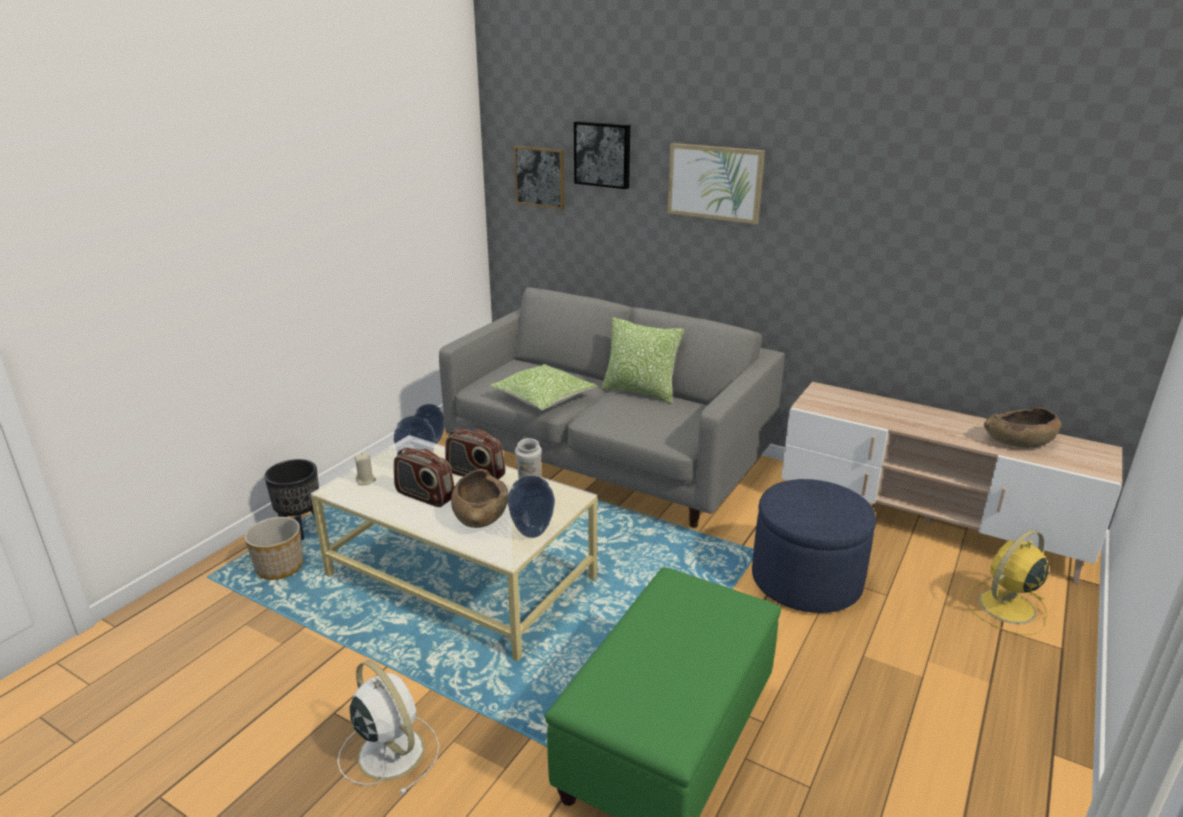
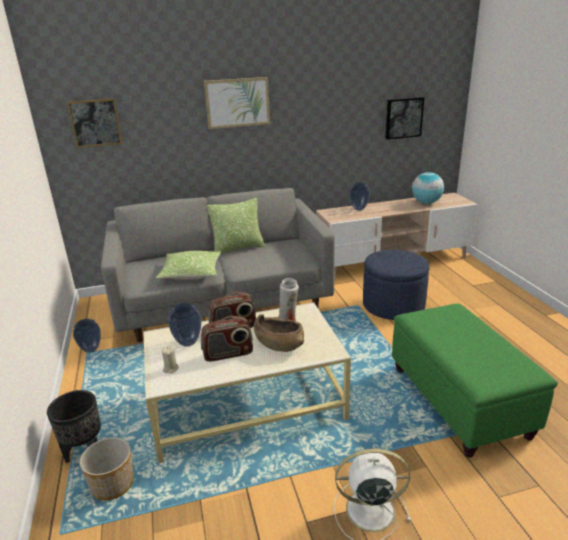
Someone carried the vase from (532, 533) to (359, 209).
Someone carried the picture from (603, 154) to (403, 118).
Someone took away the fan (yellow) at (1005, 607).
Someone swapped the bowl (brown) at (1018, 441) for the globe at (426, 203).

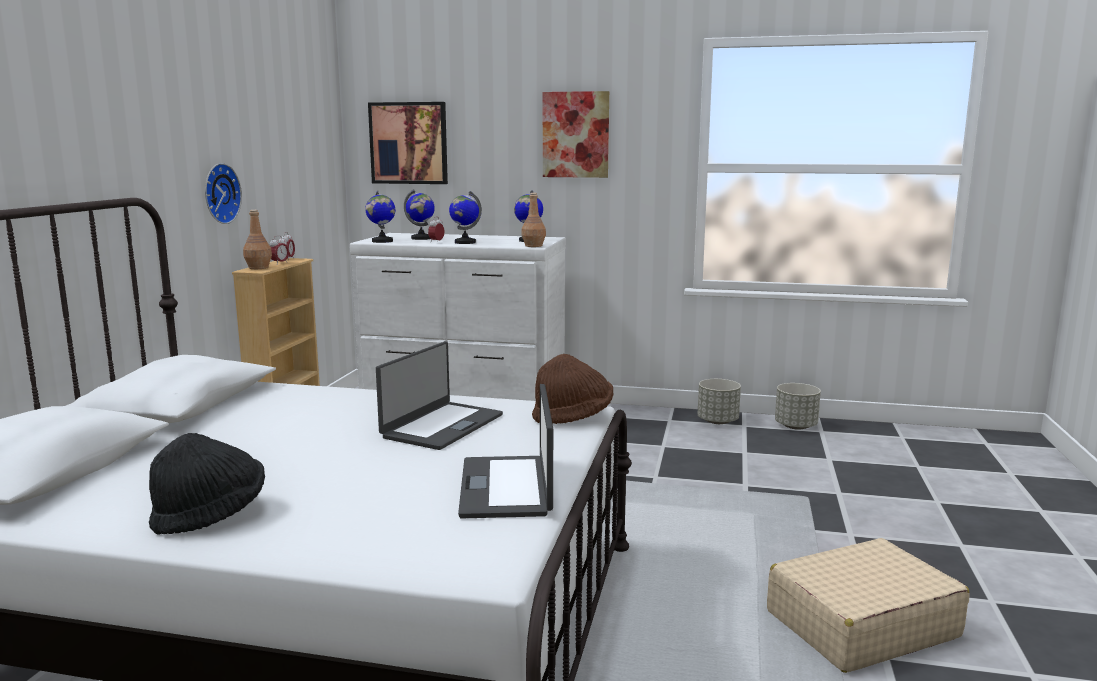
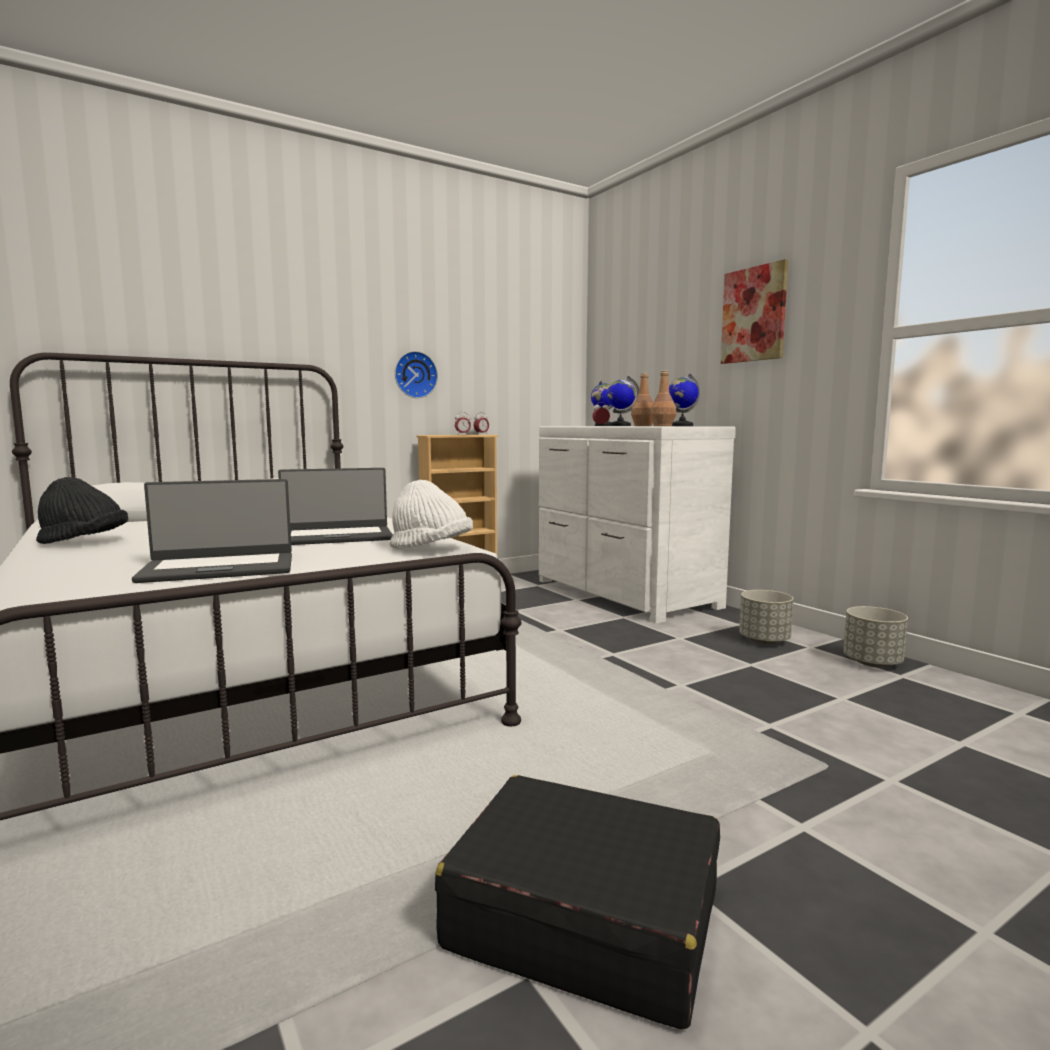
Someone carried the bottle (brown) from (258, 268) to (642, 426).
Someone took away the globe at (382, 241).
Someone took away the picture at (409, 143).
Someone rotated the laptop at (507, 487) by 150 degrees counterclockwise.
Someone repainted the hat (brown) at (573, 417), which became the hat (white) at (431, 550).
Someone repainted the suitcase (beige) at (860, 624), which became the suitcase (black) at (583, 918).
Someone carried the planter (grey) from (795, 426) to (764, 640).

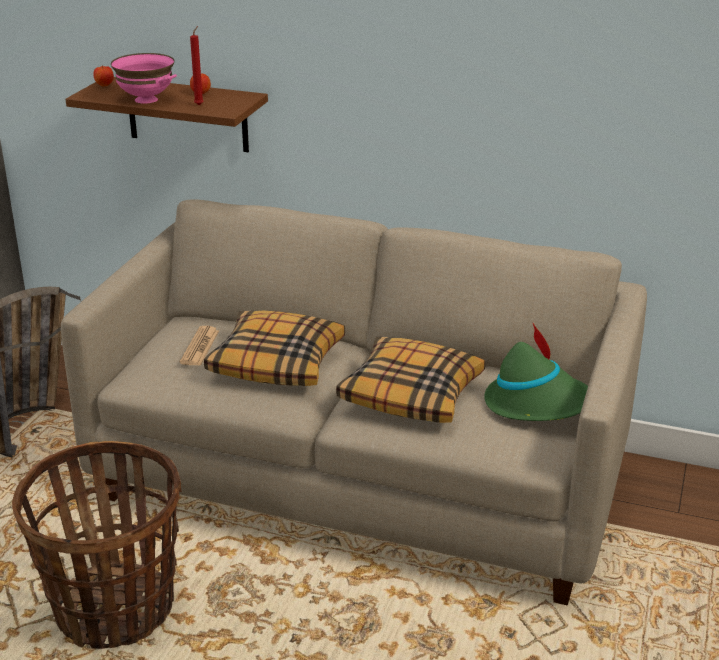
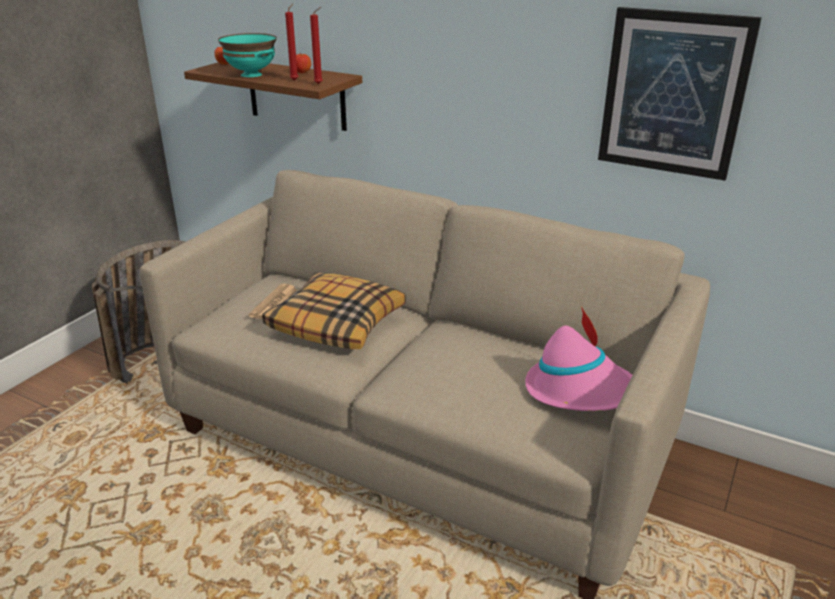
Someone took away the basket at (115, 609).
Someone repainted the bowl (pink) at (147, 99), which became the bowl (turquoise) at (252, 75).
Someone took away the pillow at (412, 393).
Someone repainted the hat (green) at (537, 403), which became the hat (pink) at (579, 390).
Someone put down the candle (red) at (319, 84).
Someone put up the picture at (673, 93).

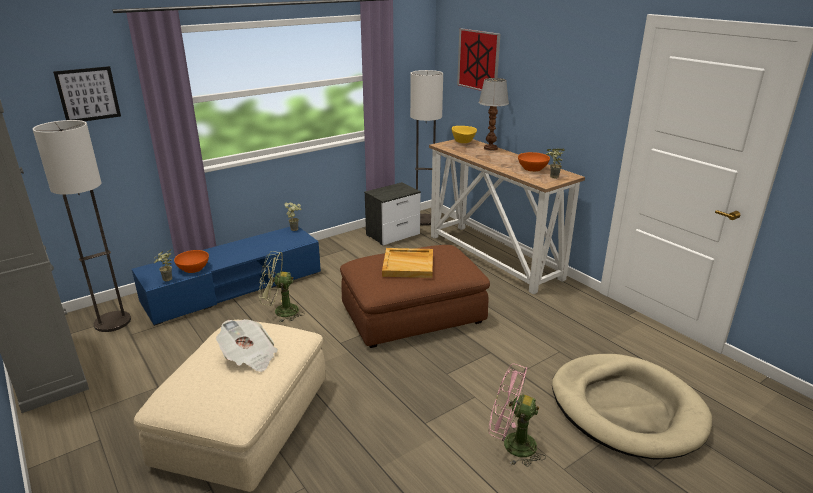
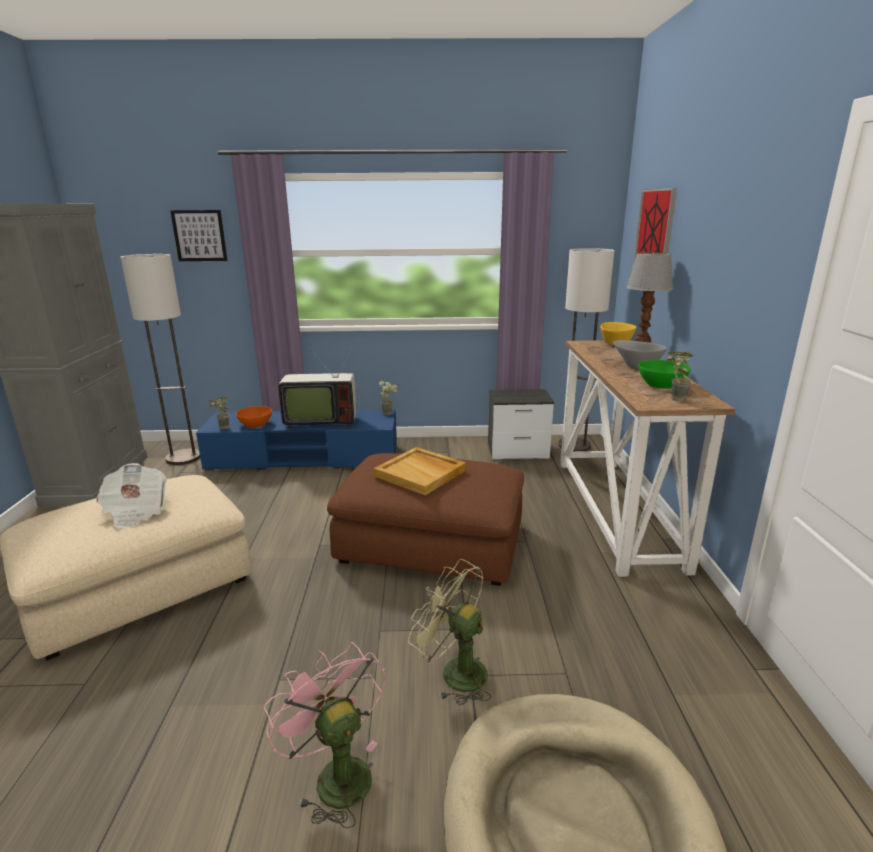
Someone carried the fan (green) from (280, 311) to (454, 671).
Someone repainted the bowl (orange) at (532, 168), which became the bowl (green) at (662, 384).
Someone put down the television at (320, 421).
Someone put down the bowl (grey) at (636, 366).

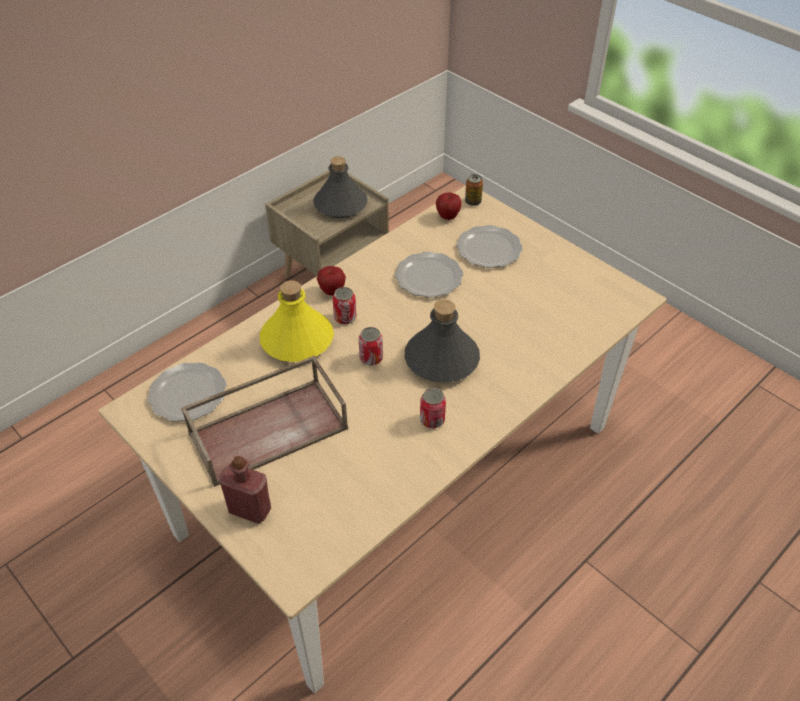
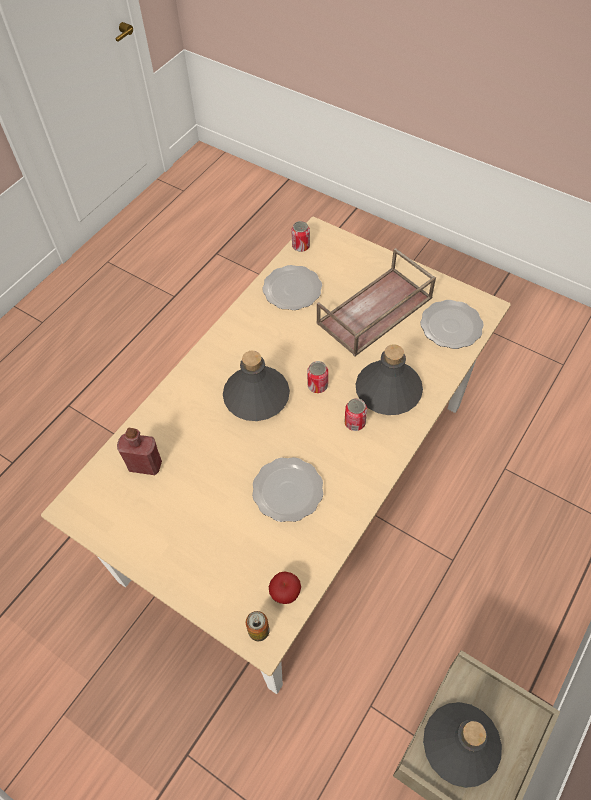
Someone carried the bottle (red) from (250, 509) to (145, 465).
Someone repainted the bottle (yellow) at (297, 339), which became the bottle (grey) at (388, 391).
Someone took away the apple at (332, 291).
Someone carried the can from (432, 420) to (301, 246).
Someone carried the plate from (489, 249) to (291, 289).

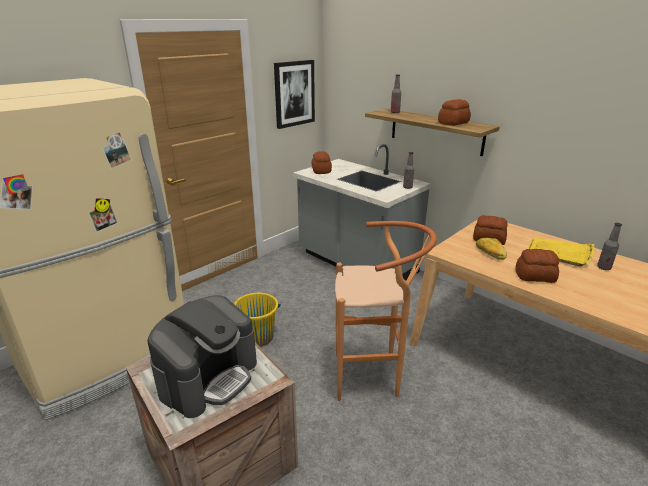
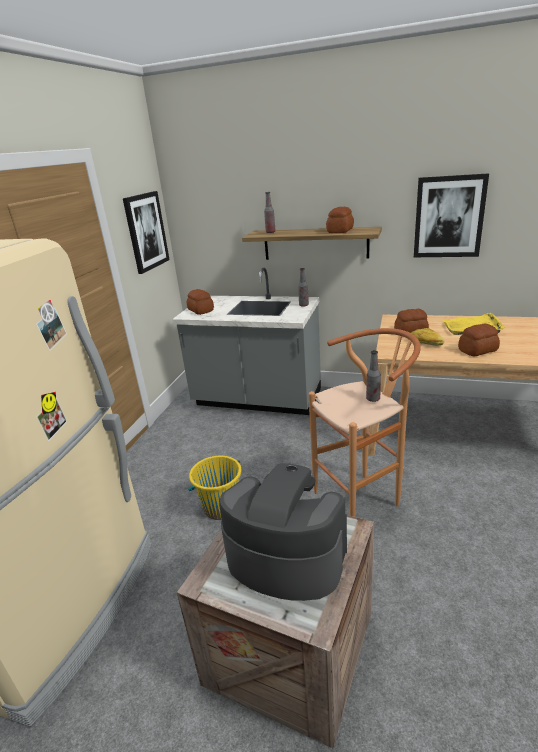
Someone rotated the coffee machine at (209, 377) by 75 degrees counterclockwise.
Someone carried the bottle from (603, 268) to (373, 399).
Someone put up the picture at (449, 217).

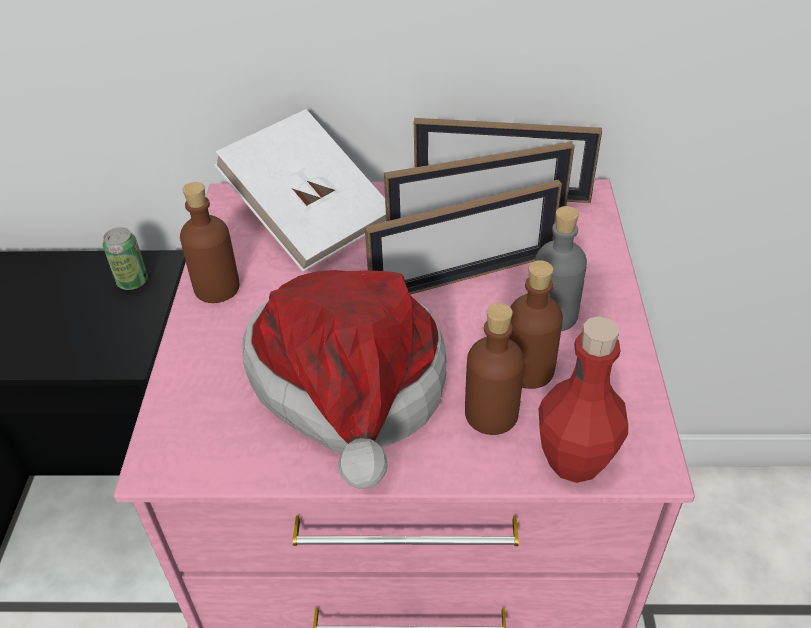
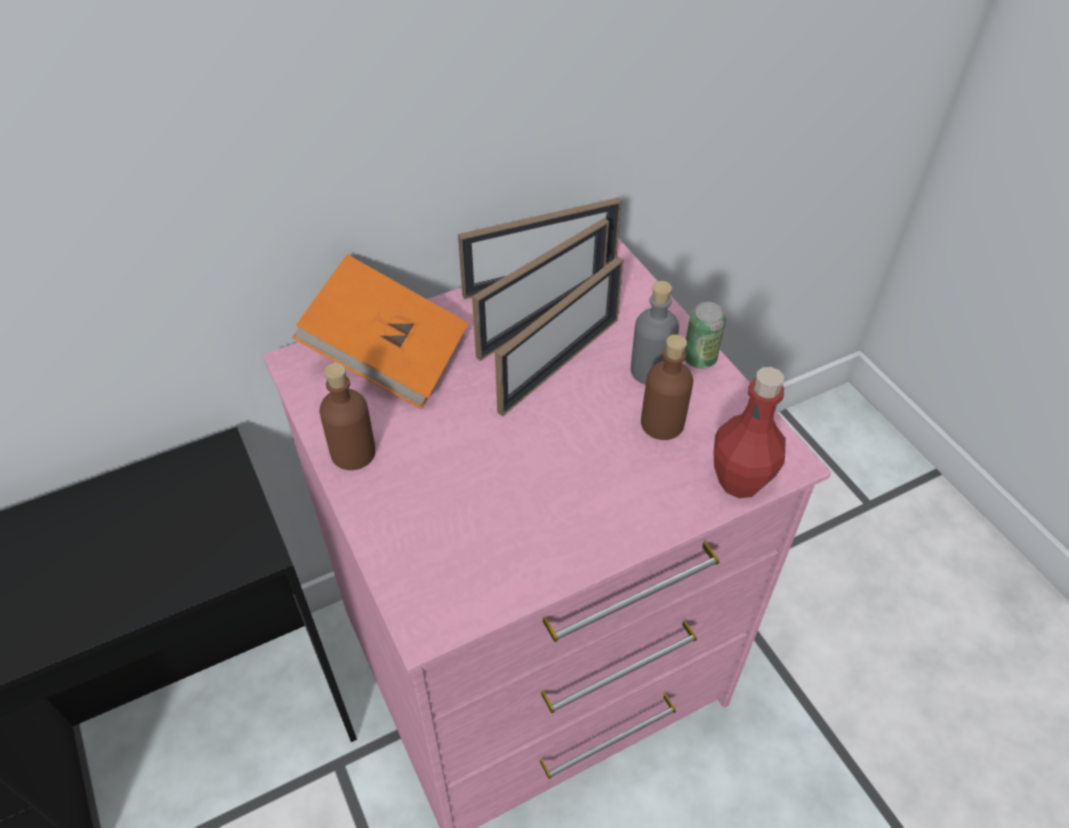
Someone carried the can from (132, 281) to (699, 359).
Someone repainted the book (white) at (310, 218), which became the book (orange) at (388, 356).
Someone took away the hat at (351, 396).
Someone took away the bottle (brown) at (491, 414).

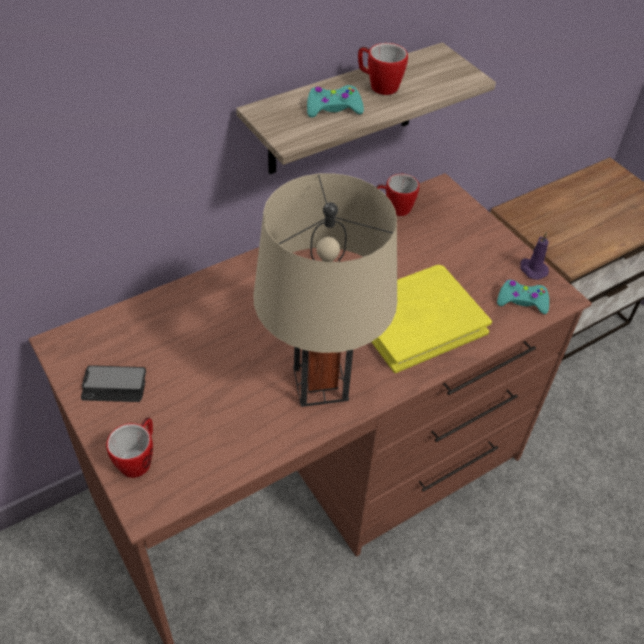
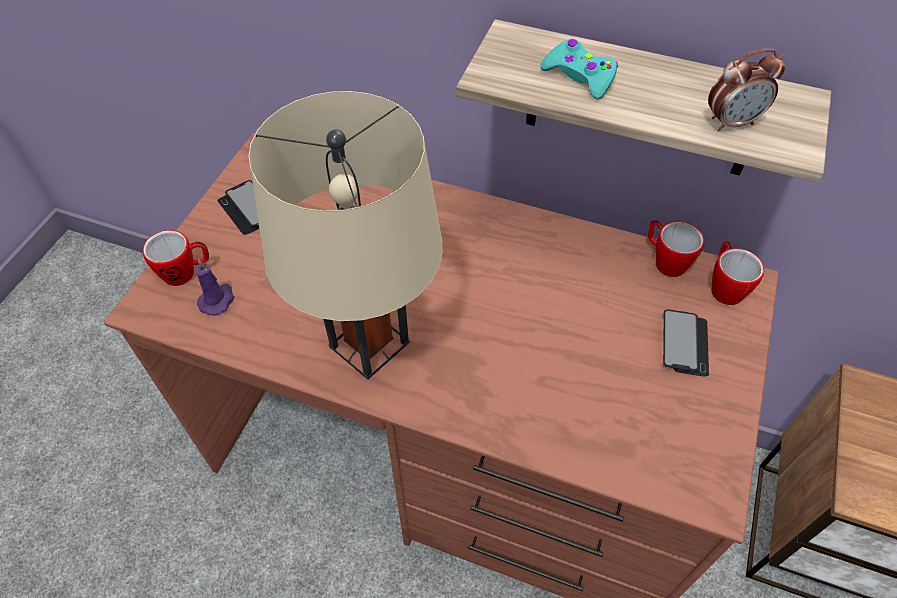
Someone carried the mug from (378, 85) to (724, 286).
Someone took away the book (yellow) at (416, 320).
Someone took away the game controller (turquoise) at (522, 301).
Someone carried the candle (purple) from (532, 269) to (217, 300).
Someone put down the phone at (684, 344).
Someone put down the alarm clock at (732, 122).

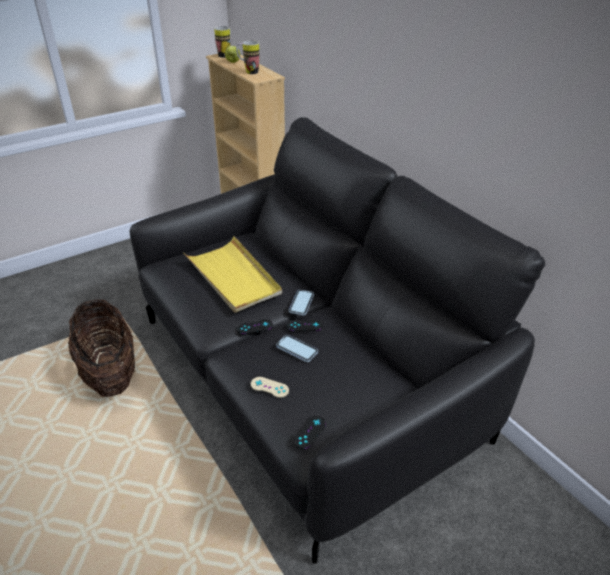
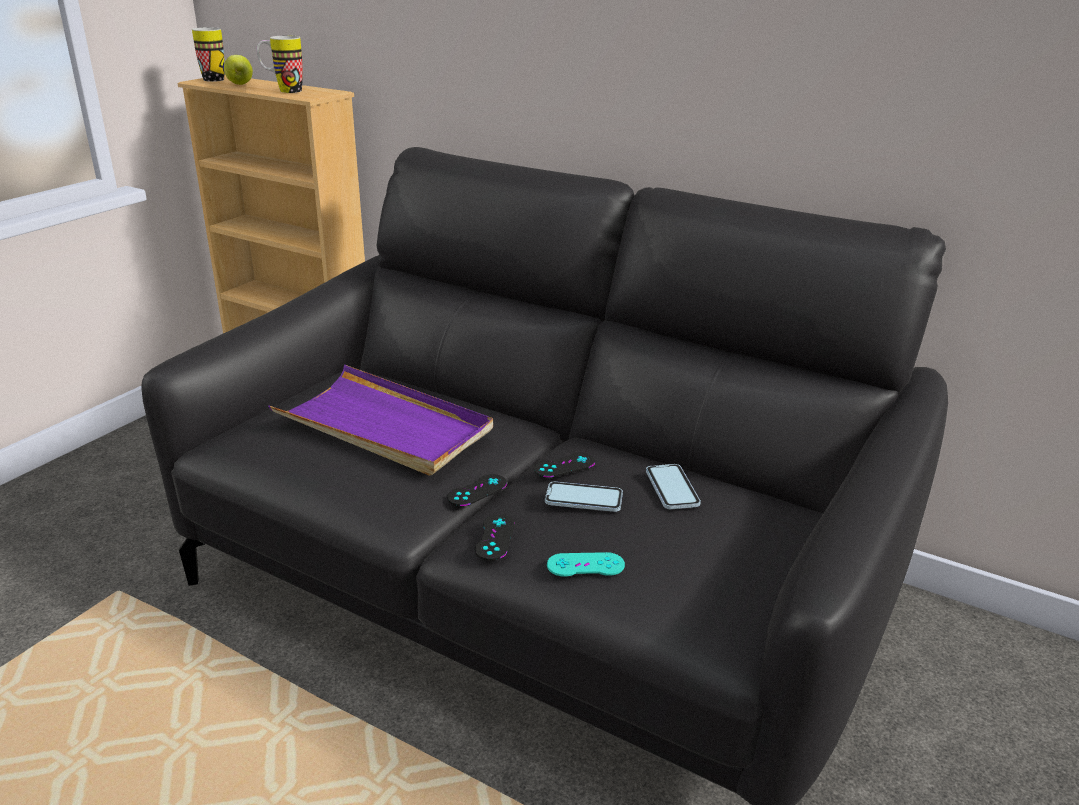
Someone took away the basket at (109, 372).
Someone repainted the tray (yellow) at (233, 277), which became the tray (purple) at (384, 426).
Someone repainted the game controller (beige) at (269, 387), which became the game controller (turquoise) at (585, 565).
Someone carried the phone from (301, 303) to (672, 488).
Someone carried the game controller (black) from (309, 432) to (495, 537).

